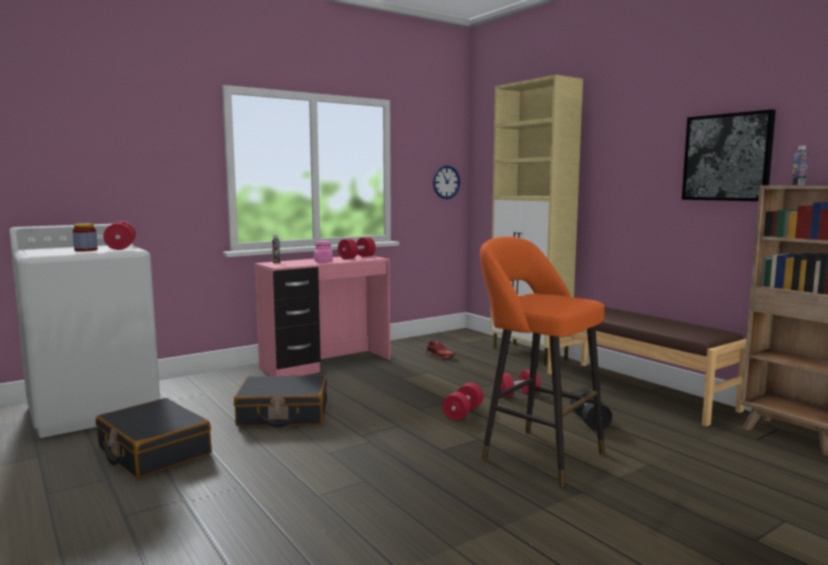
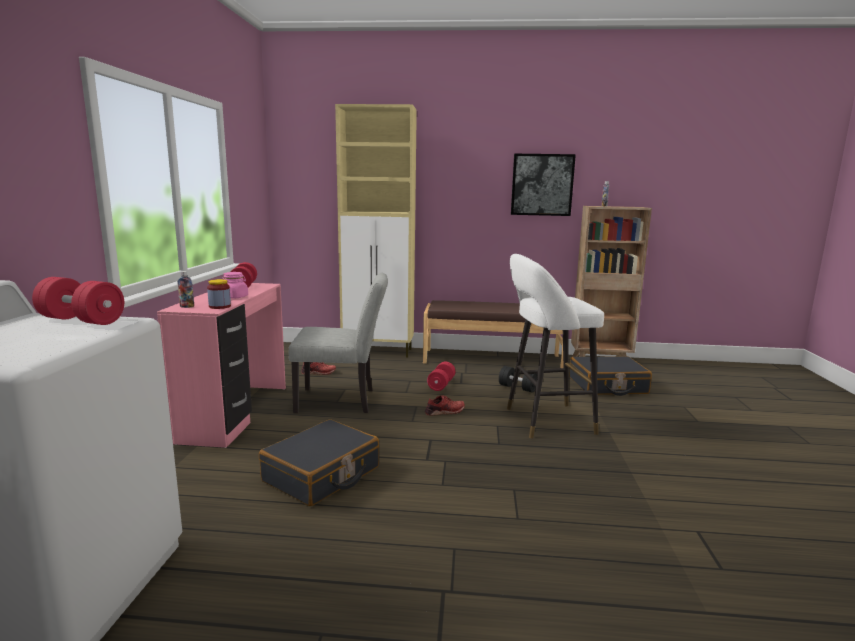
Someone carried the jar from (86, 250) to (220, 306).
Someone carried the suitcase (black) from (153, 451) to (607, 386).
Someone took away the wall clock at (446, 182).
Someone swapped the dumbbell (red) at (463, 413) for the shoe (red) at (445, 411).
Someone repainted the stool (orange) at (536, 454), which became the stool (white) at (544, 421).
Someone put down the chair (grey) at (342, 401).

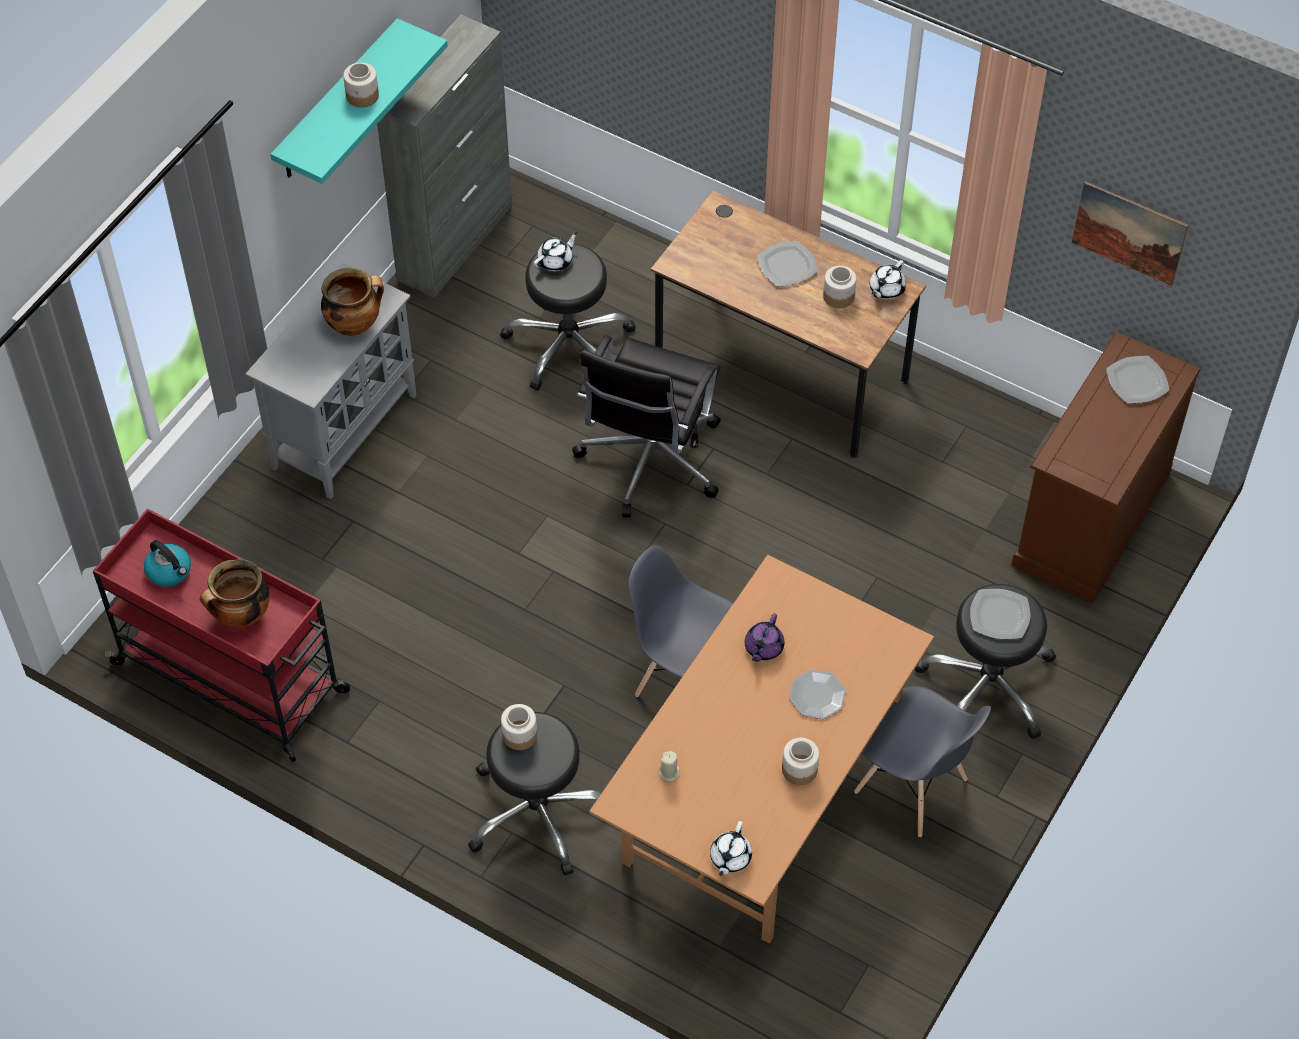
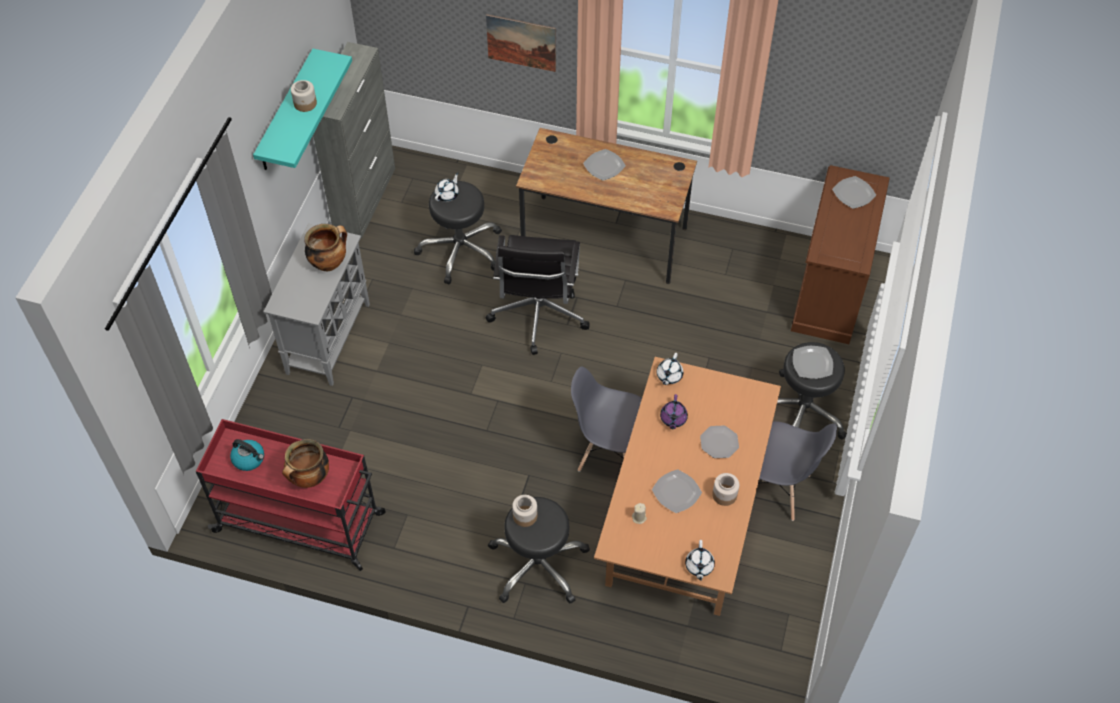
Someone took away the jar at (838, 296).
Someone carried the teapot (white) from (886, 289) to (669, 376).
Someone carried the picture from (1129, 232) to (521, 42).
Someone put down the plate at (676, 492).

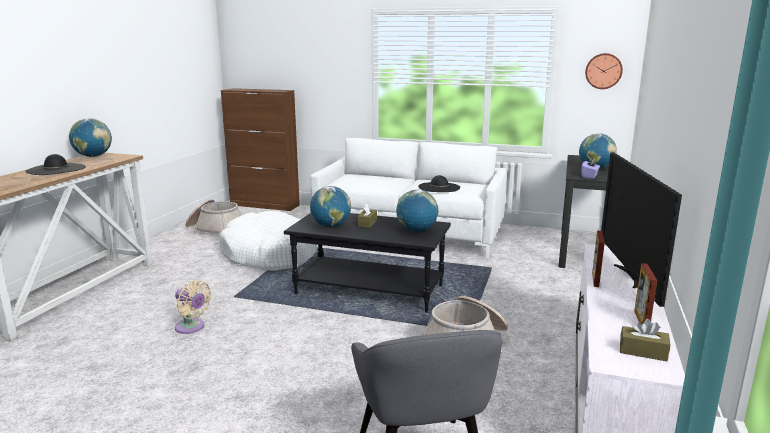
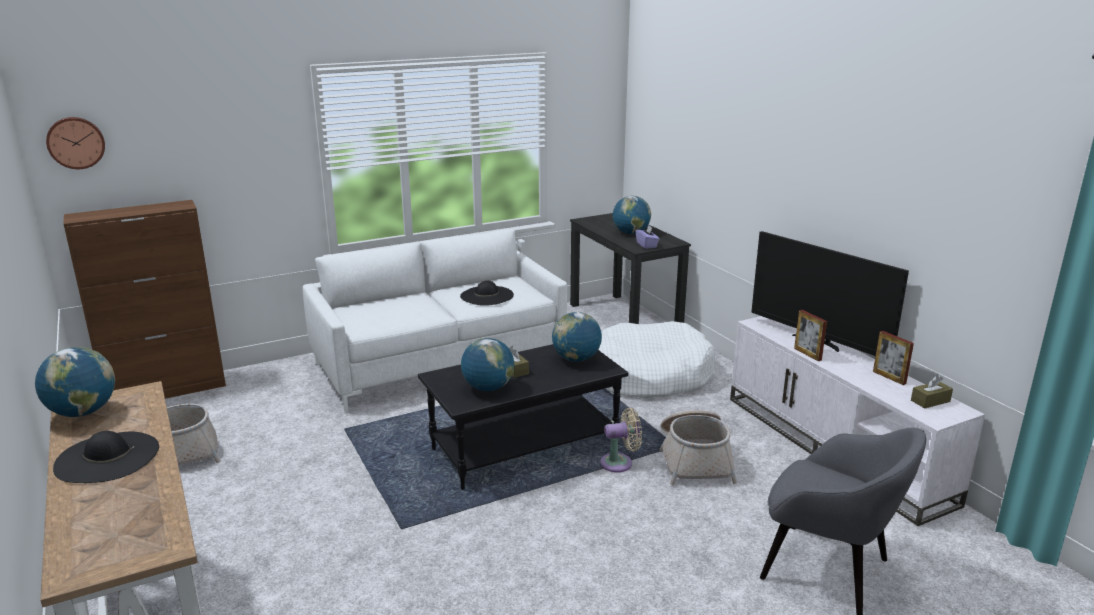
Someone carried the fan (beige) from (191, 327) to (620, 463).
Someone carried the dog bed (white) from (270, 254) to (648, 375).
Someone carried the wall clock from (603, 71) to (76, 142).

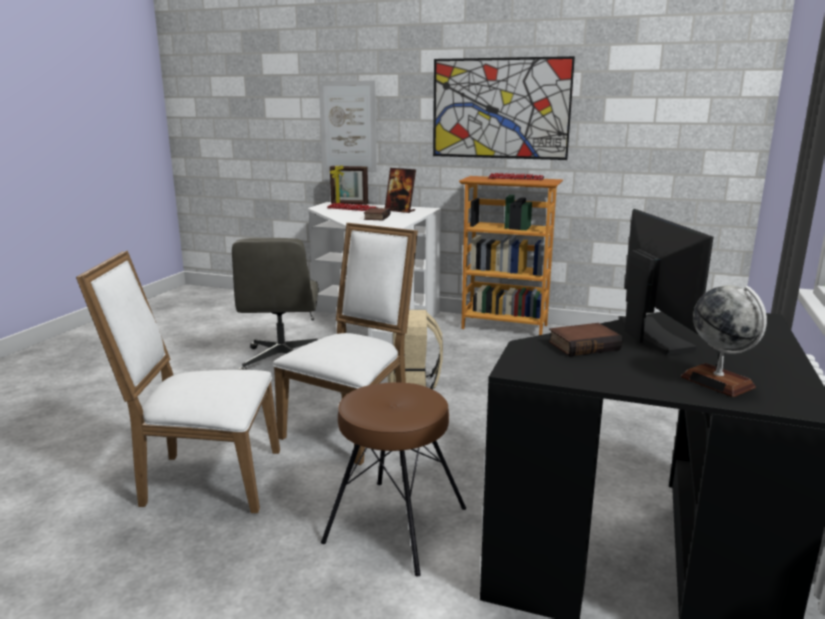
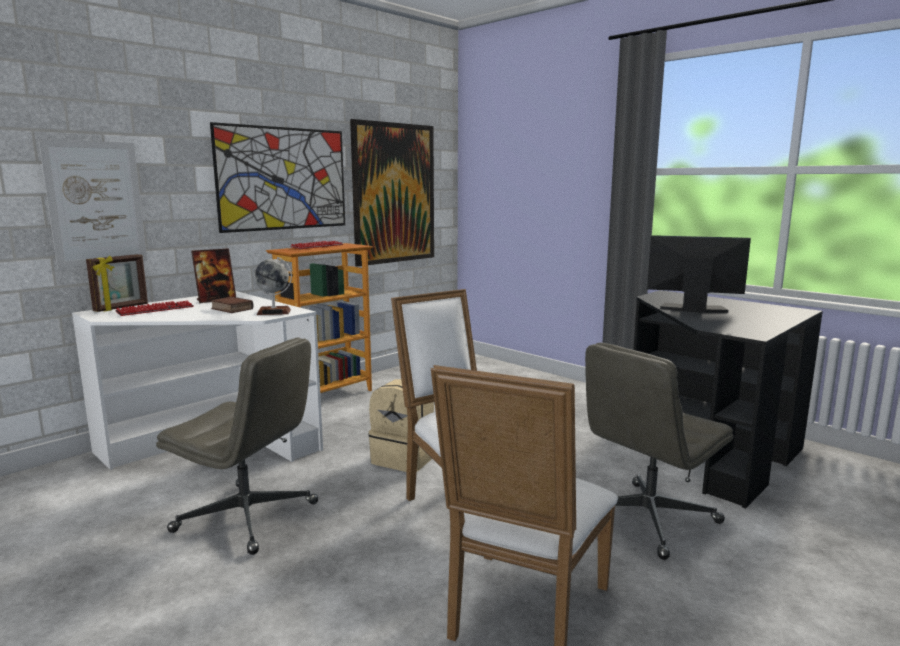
Someone swapped the stool (brown) at (394, 524) for the office chair (grey) at (647, 519).
Someone took away the book at (583, 345).
Someone carried the globe from (717, 382) to (274, 312).
Someone put up the picture at (394, 193).

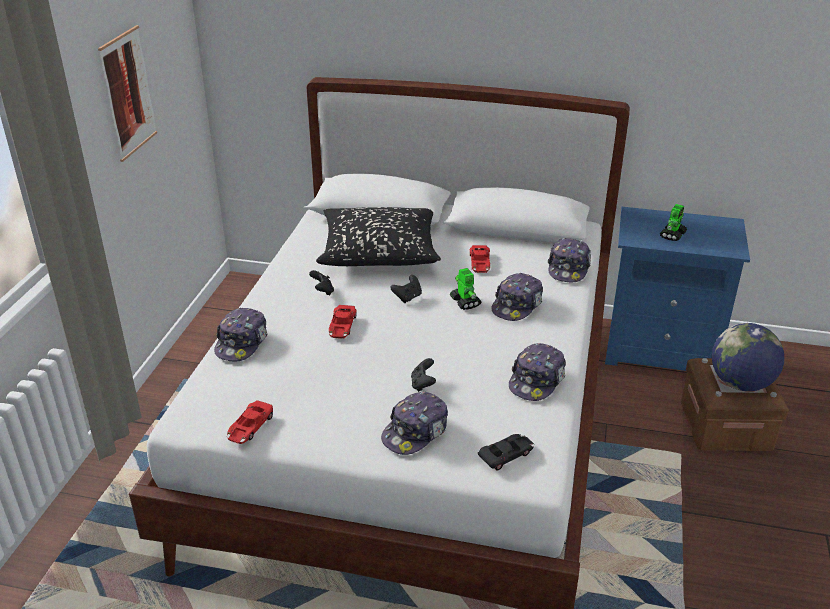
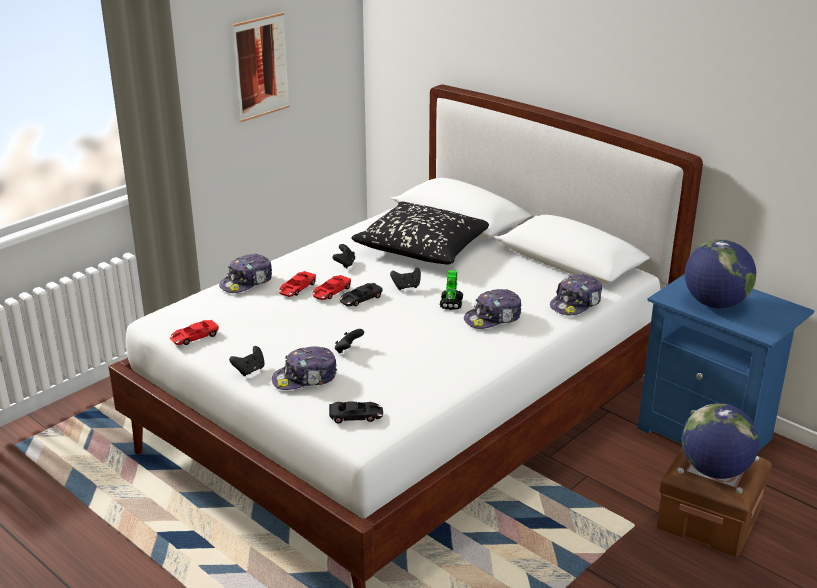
Someone carried the toy car (red) from (480, 263) to (297, 288).
Someone took away the cap at (537, 380).
Someone swapped the toy robot at (672, 235) for the globe at (715, 304).
Someone put down the game controller (black) at (249, 370).
Someone put down the toy car (black) at (360, 299).

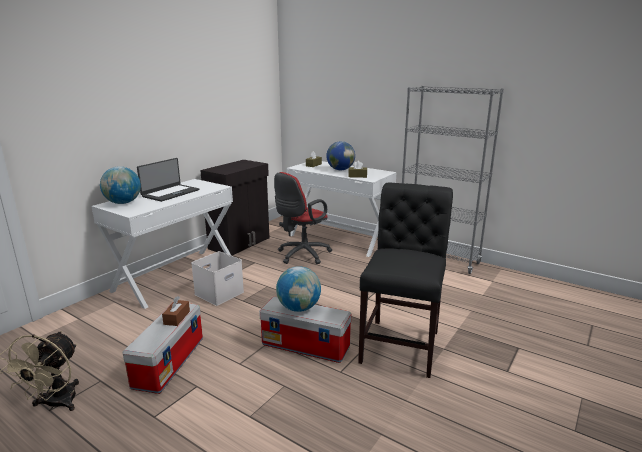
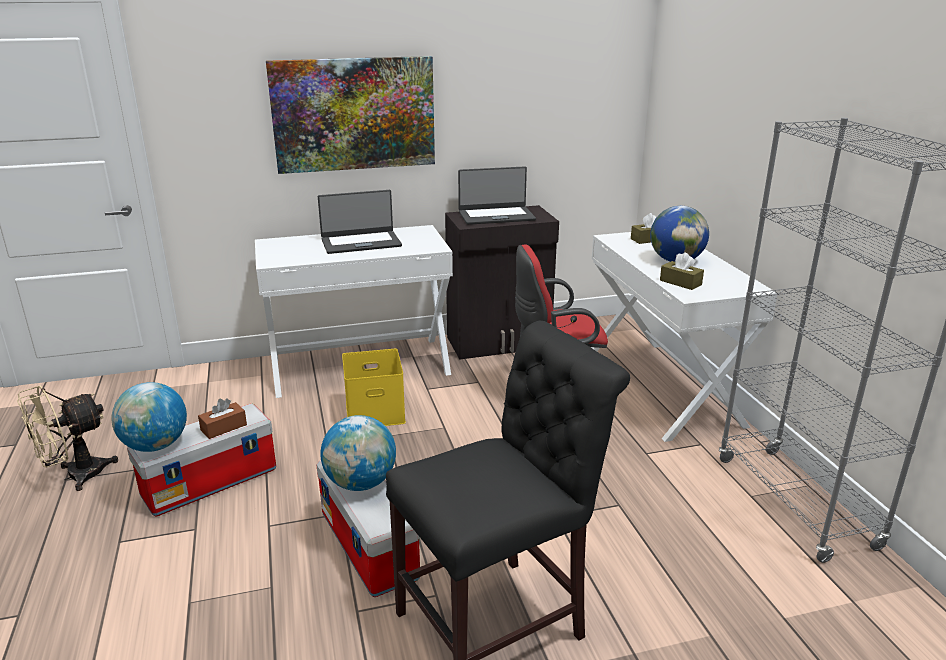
Someone carried the globe from (123, 203) to (155, 445).
Someone repainted the storage box (white) at (219, 292), which became the storage box (yellow) at (376, 411).
Someone put up the picture at (354, 114).
Someone put down the laptop at (496, 216).

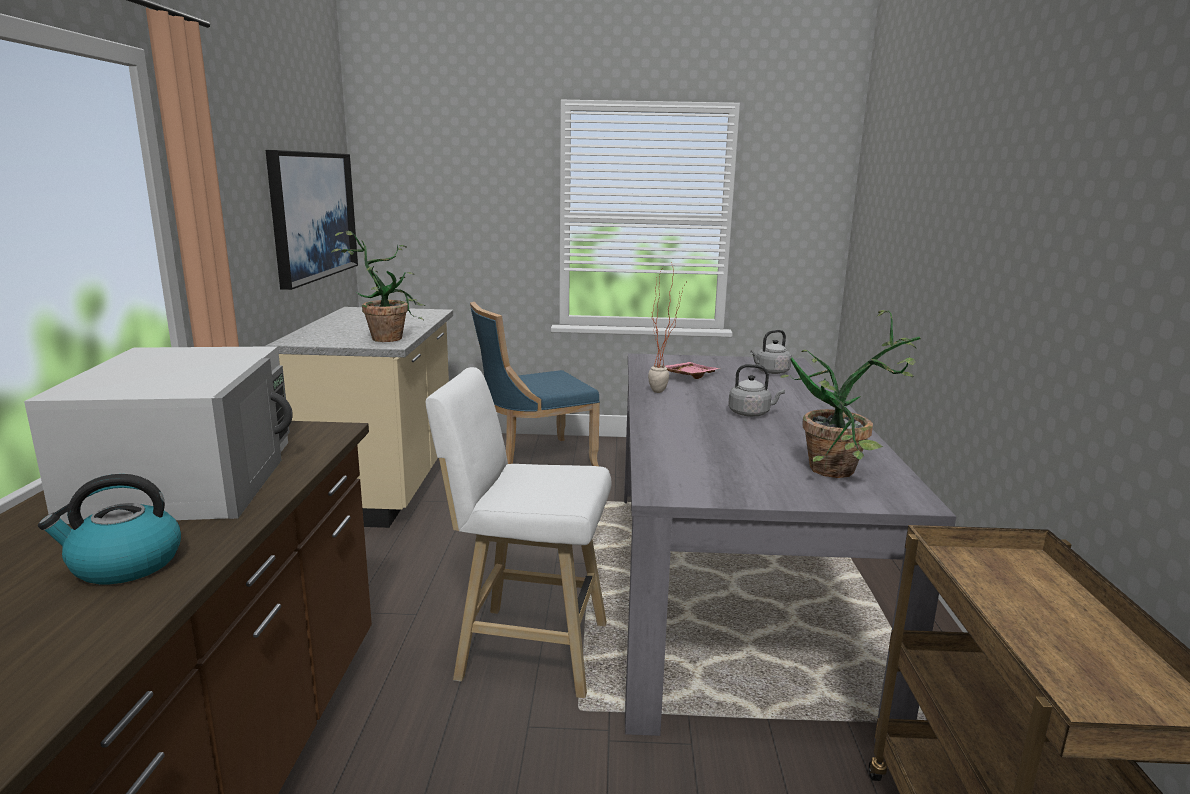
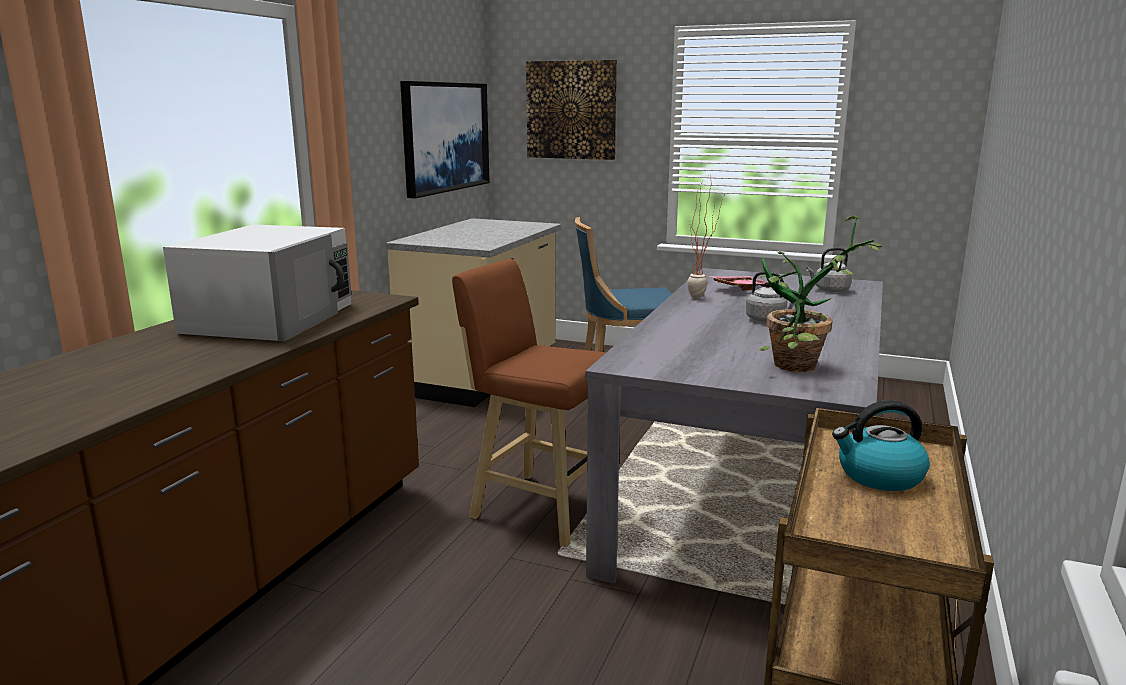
Someone carried the kettle from (124, 565) to (879, 476).
Someone took away the potted plant at (387, 337).
Someone repainted the stool (white) at (526, 649), which became the stool (brown) at (538, 507).
Someone put up the picture at (571, 110).

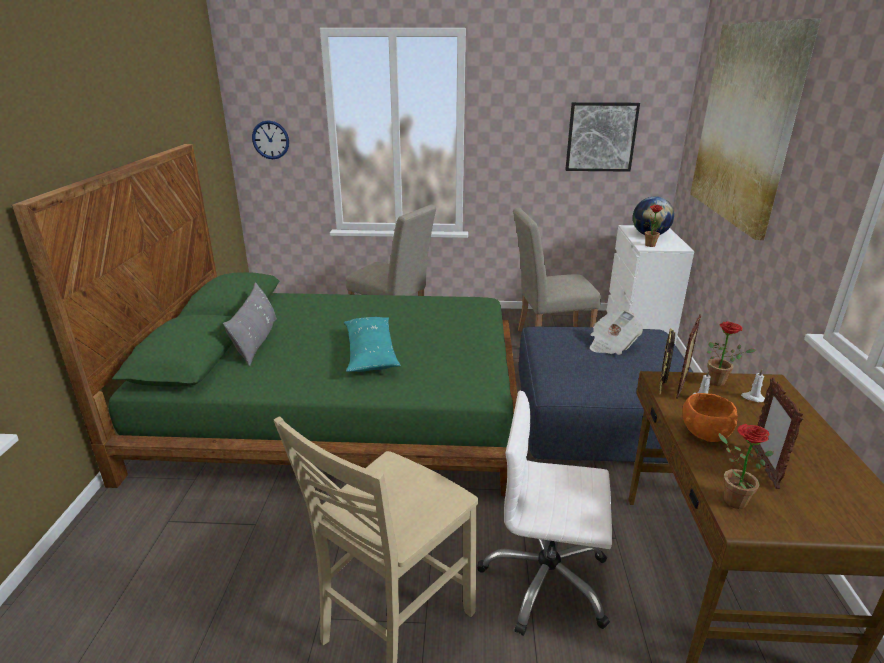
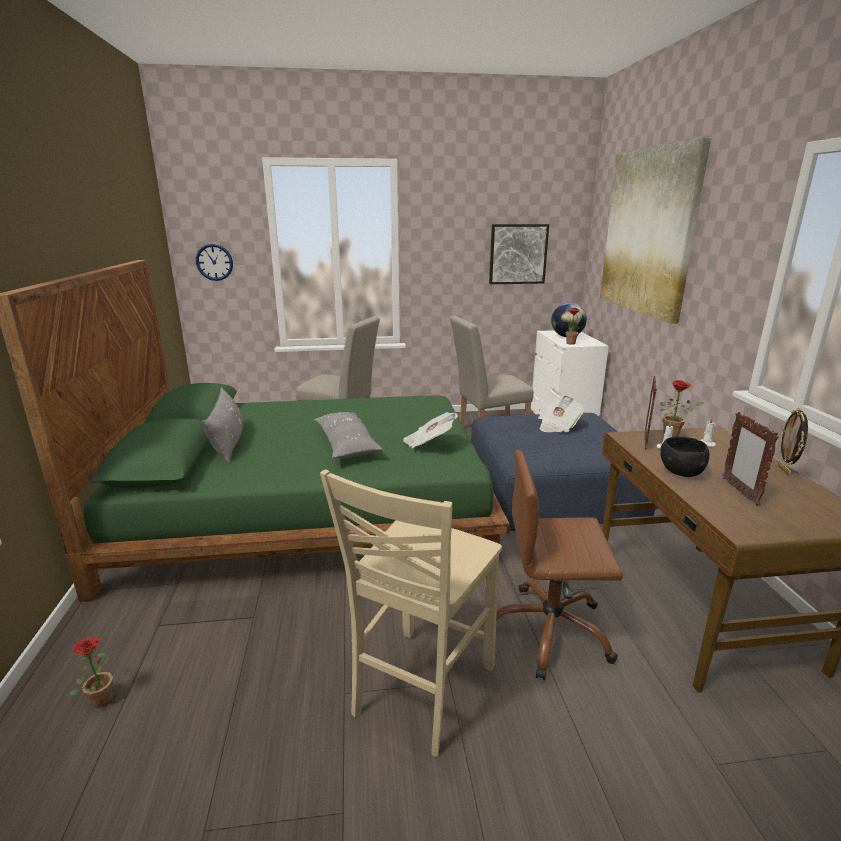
Someone repainted the pillow (turquoise) at (370, 353), which became the pillow (grey) at (346, 444).
Someone repainted the office chair (white) at (546, 581), which became the office chair (brown) at (549, 631).
Someone carried the picture frame from (661, 389) to (784, 470).
Someone repainted the bowl (orange) at (704, 434), which became the bowl (black) at (681, 473).
Someone carried the potted plant from (729, 498) to (100, 697).
Someone put down the newspaper at (429, 443).

